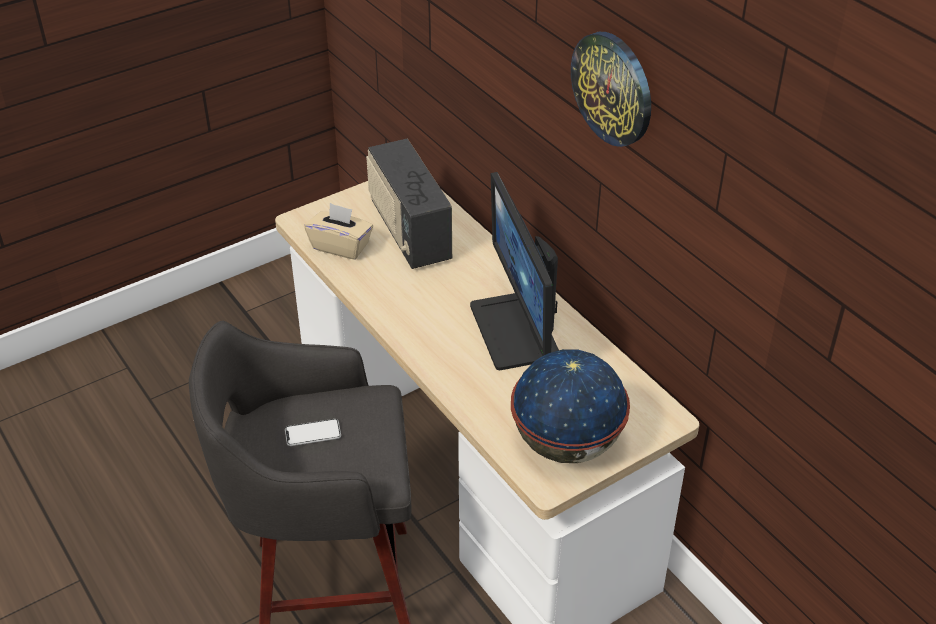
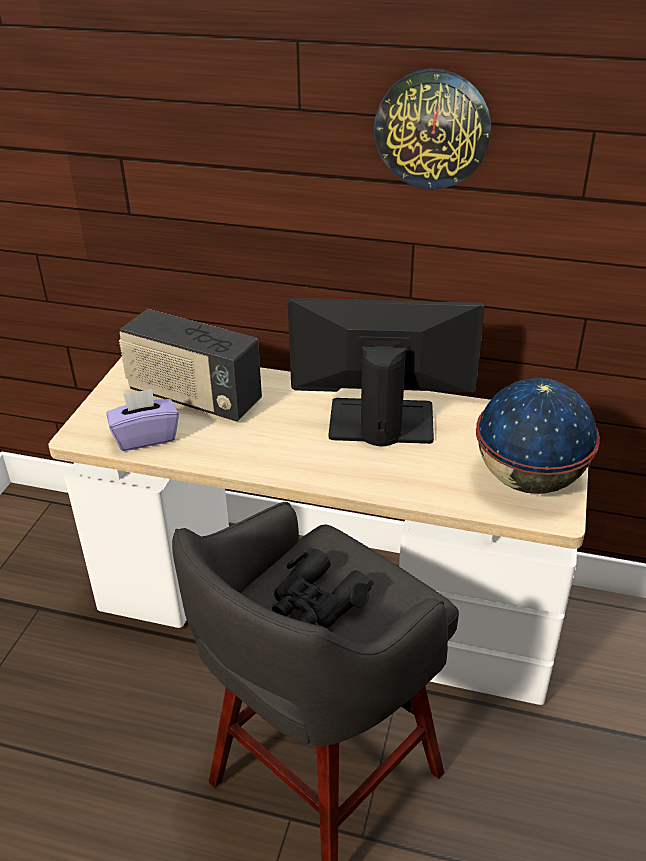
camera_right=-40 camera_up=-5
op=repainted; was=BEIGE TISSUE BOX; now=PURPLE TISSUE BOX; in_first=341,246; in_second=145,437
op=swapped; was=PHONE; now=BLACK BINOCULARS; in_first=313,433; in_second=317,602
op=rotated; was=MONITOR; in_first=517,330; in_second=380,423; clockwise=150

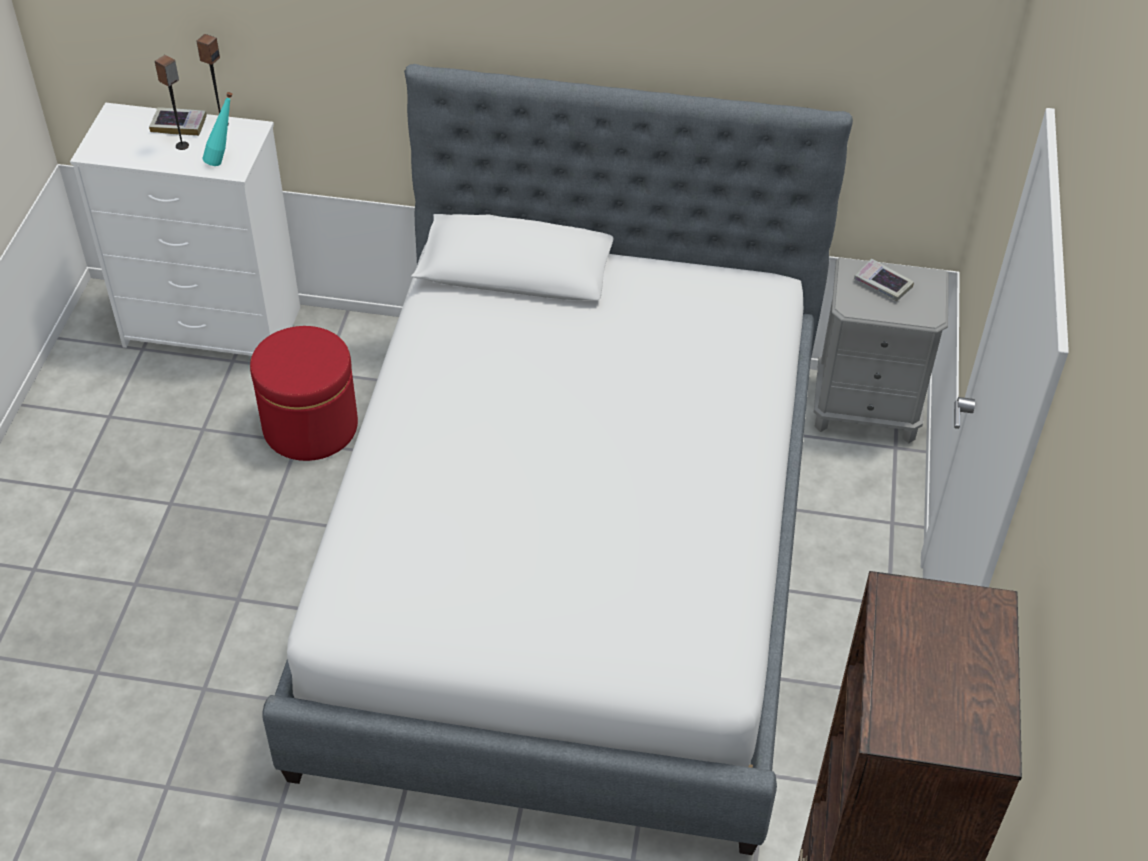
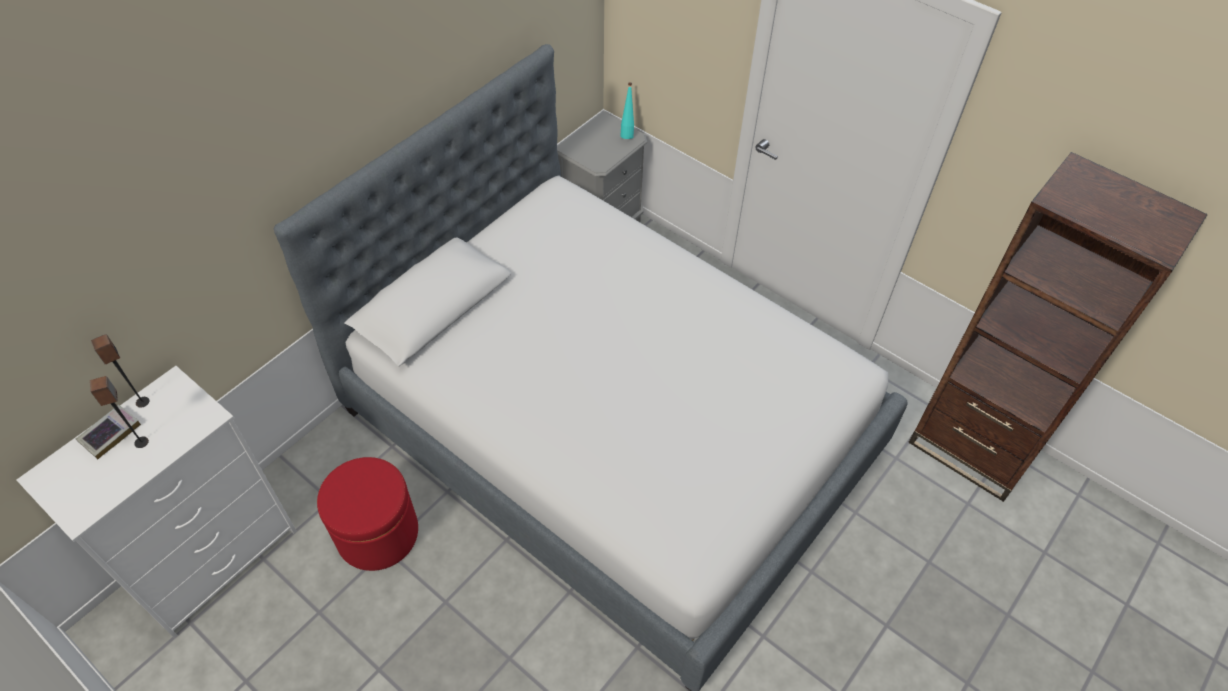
camera_right=-60 camera_up=5
op=shifted; was=TURQUOISE BOTTLE; in_first=223,160; in_second=627,133
op=gone; was=BOOK; in_first=882,284

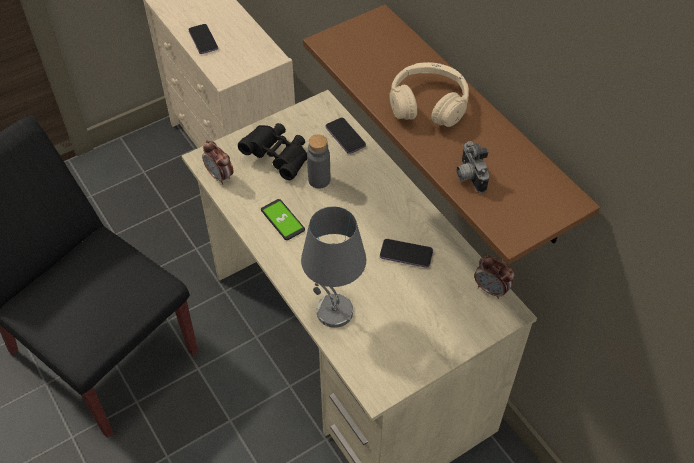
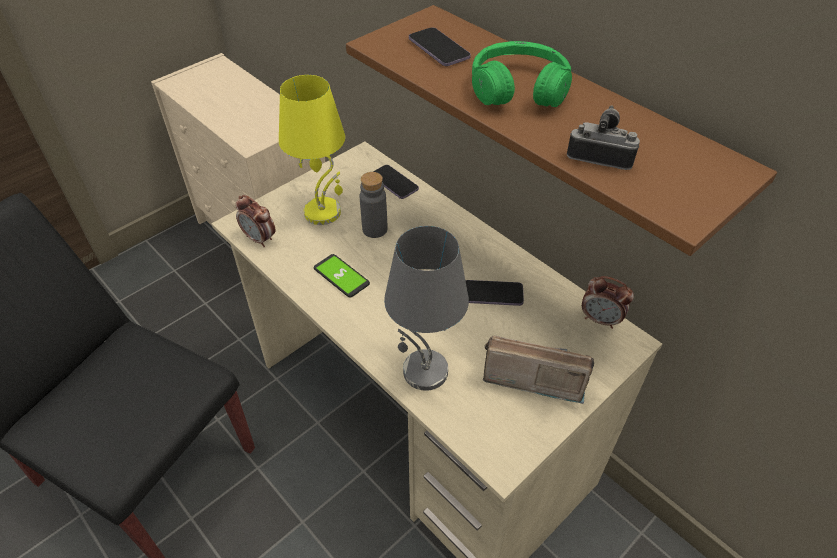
camera_right=-10 camera_up=-5
op=swapped; was=BLACK BINOCULARS; now=YELLOW TABLE LAMP; in_first=278,157; in_second=323,212
op=shifted; was=PHONE; in_first=203,40; in_second=438,49
op=repainted; was=BEIGE HEADPHONES; now=GREEN HEADPHONES; in_first=428,104; in_second=518,89
op=new; now=RADIO; in_second=531,375
op=rotated; was=PHOTO CAMERA; in_first=468,177; in_second=599,157; clockwise=135

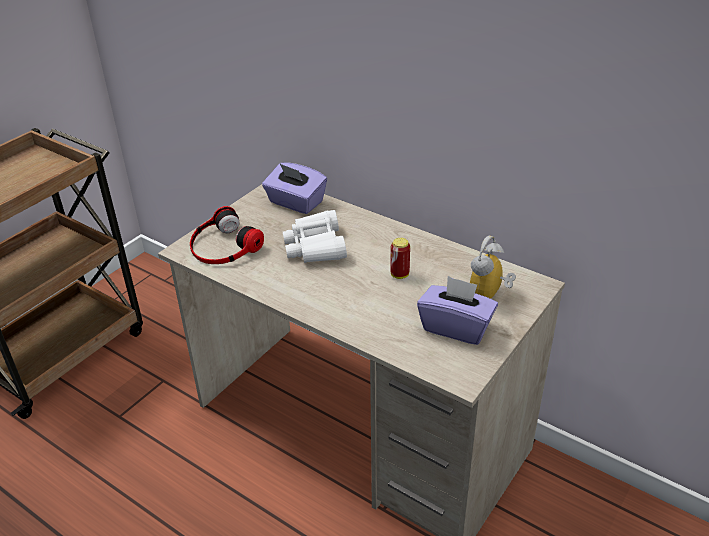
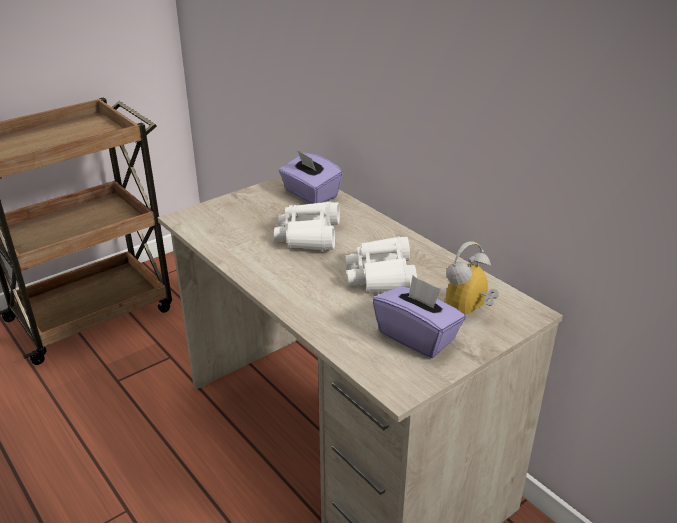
camera_right=15 camera_up=-5
op=swapped; was=CAN; now=WHITE BINOCULARS; in_first=399,275; in_second=381,275
op=gone; was=HEADPHONES; in_first=223,246

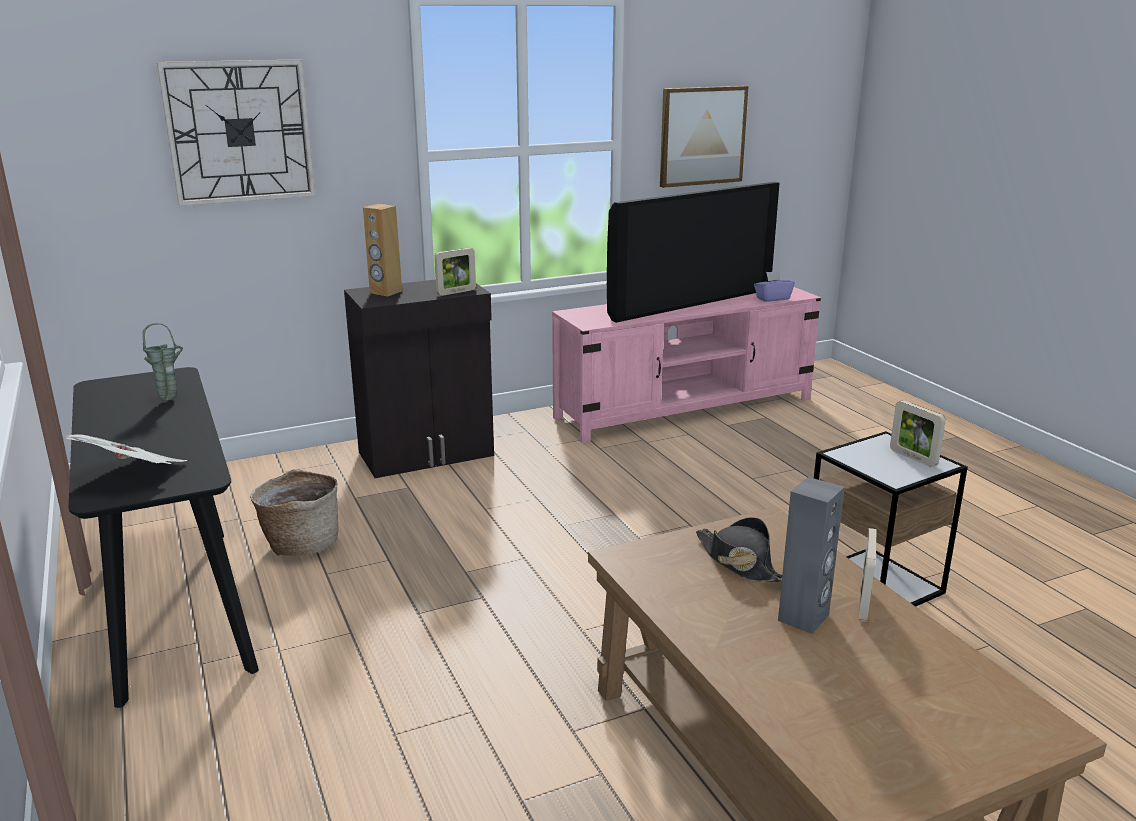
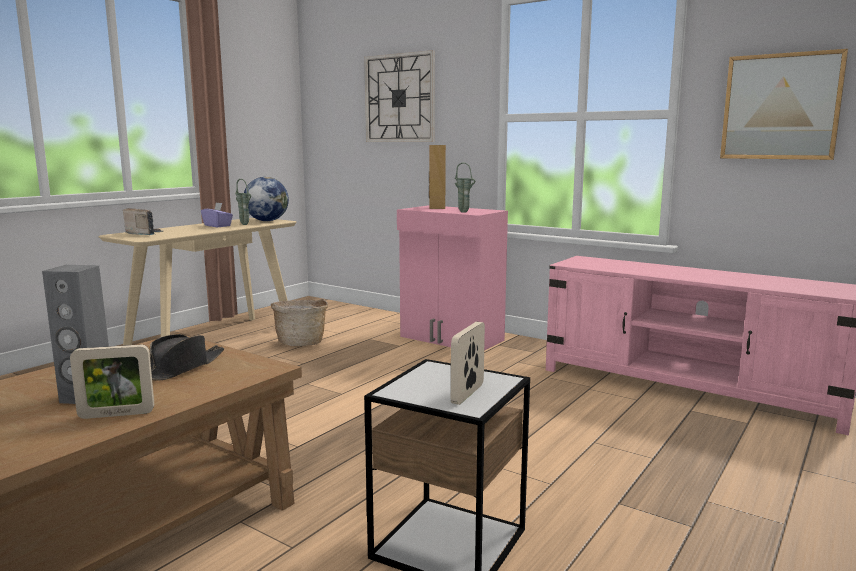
camera_right=60 camera_up=-10
op=repainted; was=BLACK CONSOLE TABLE; now=BEIGE CONSOLE TABLE; in_first=175,609; in_second=213,340
op=swapped; was=NEWSPAPER; now=RADIO; in_first=132,475; in_second=144,233
op=shifted; was=PURPLE TISSUE BOX; in_first=772,298; in_second=218,226
op=new; now=GLOBE; in_second=266,221
op=repainted; was=BLACK CABINET; now=PINK CABINET; in_first=427,454; in_second=451,339
op=swapped; was=PICTURE FRAME; now=GREEN VASE; in_first=456,292; in_second=465,212
op=gone; was=TELEVISION; in_first=690,302

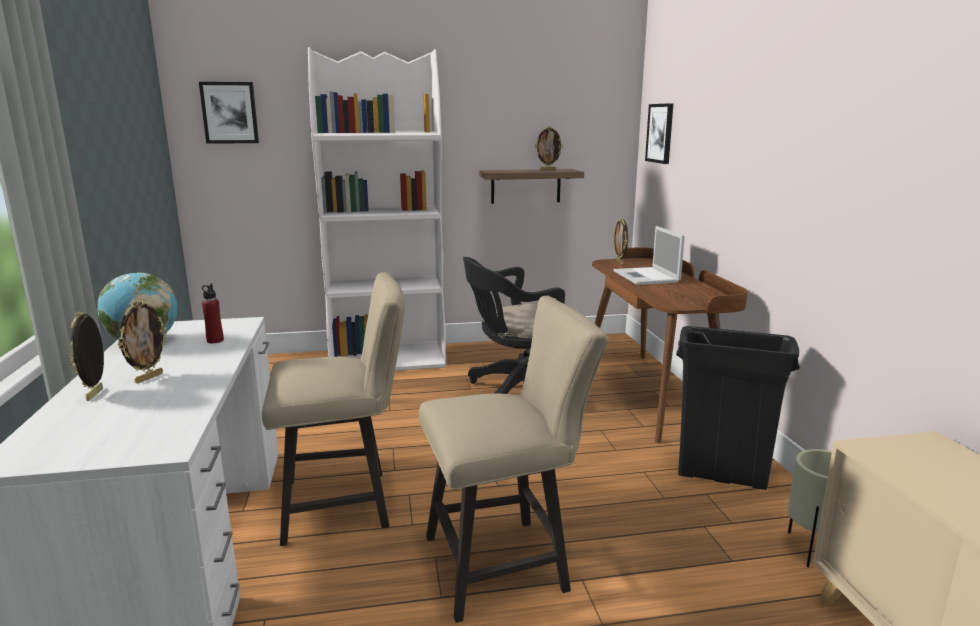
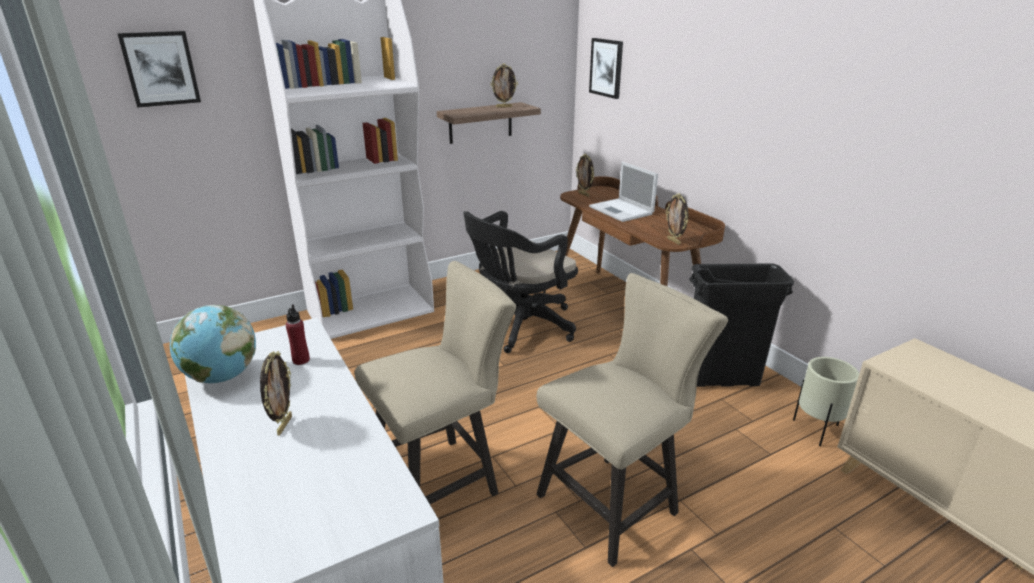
camera_right=-20 camera_up=10
op=shifted; was=PICTURE FRAME; in_first=96,394; in_second=674,241

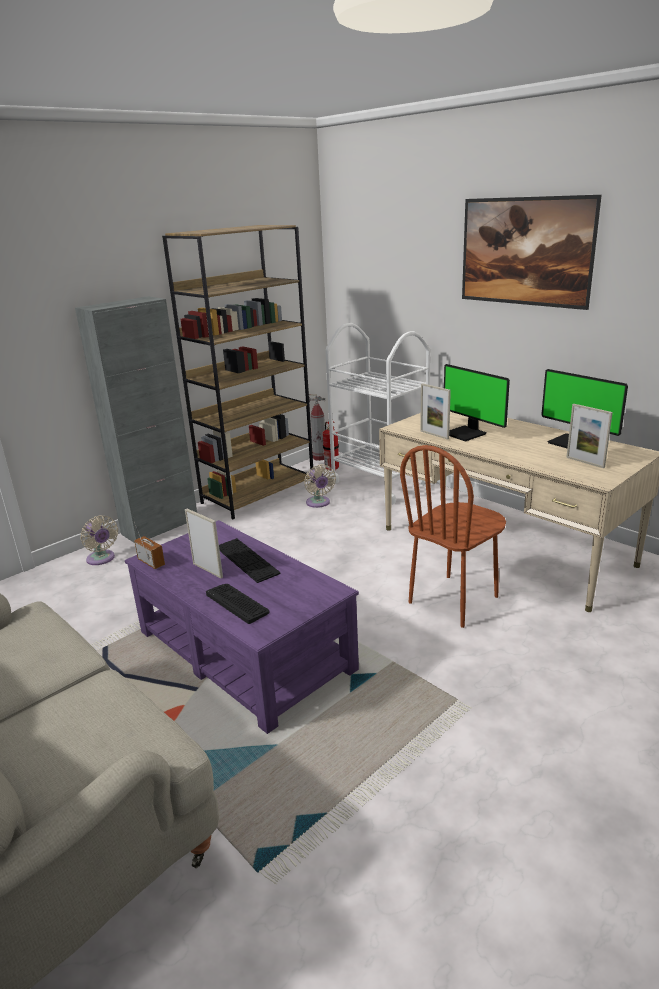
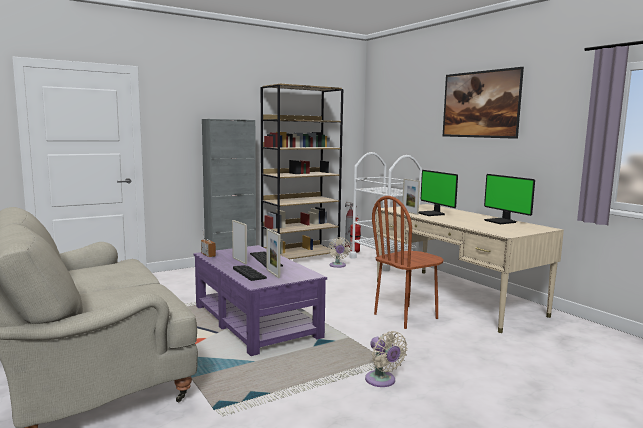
camera_right=10 camera_up=-15
op=shifted; was=PICTURE FRAME; in_first=585,462; in_second=273,273
op=shifted; was=BEIGE FAN; in_first=102,559; in_second=382,381

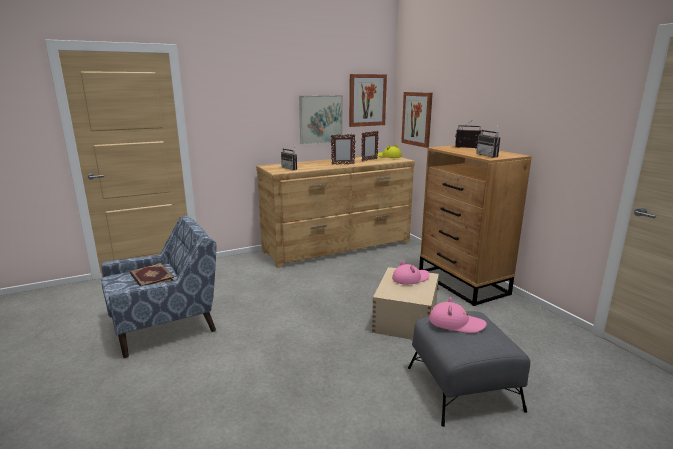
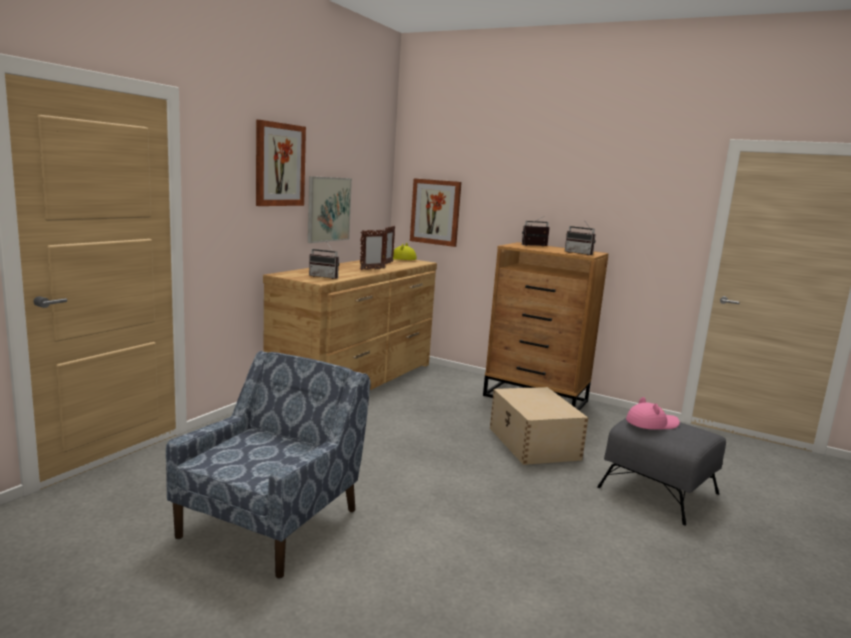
camera_right=-35 camera_up=-5
op=shifted; was=PICTURE; in_first=367,100; in_second=279,165
op=gone; was=BOOK; in_first=151,278
op=gone; was=PINK HAT; in_first=410,278

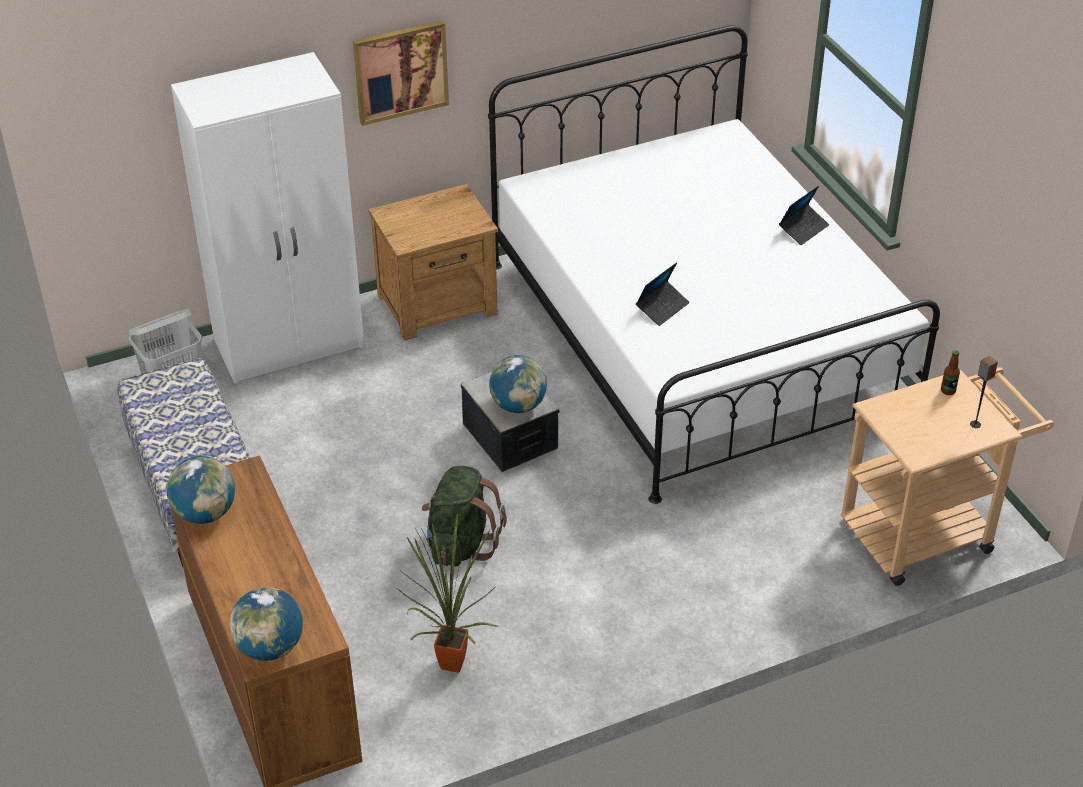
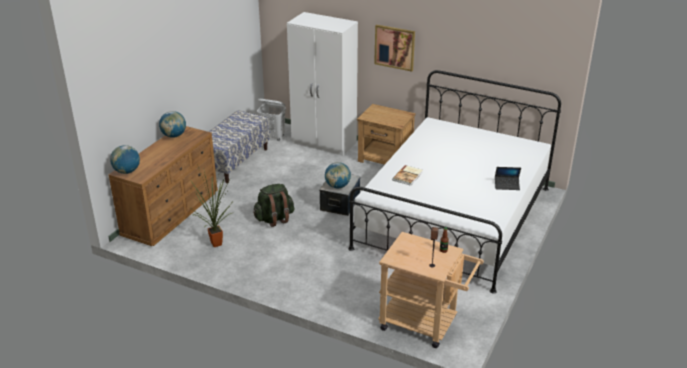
camera_right=50 camera_up=-10
op=swapped; was=LAPTOP; now=BOOK; in_first=662,307; in_second=408,176

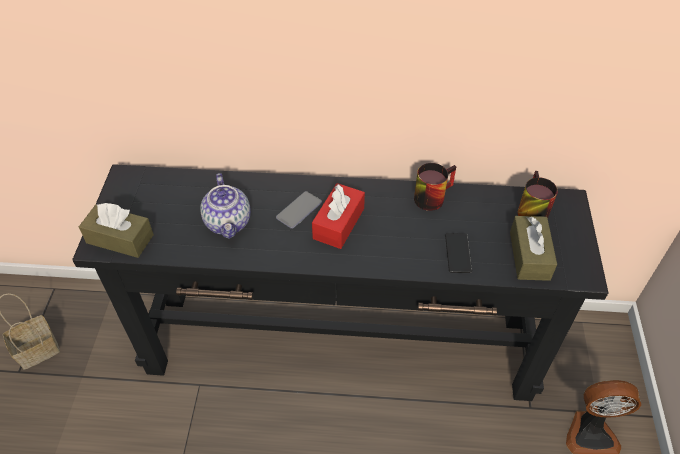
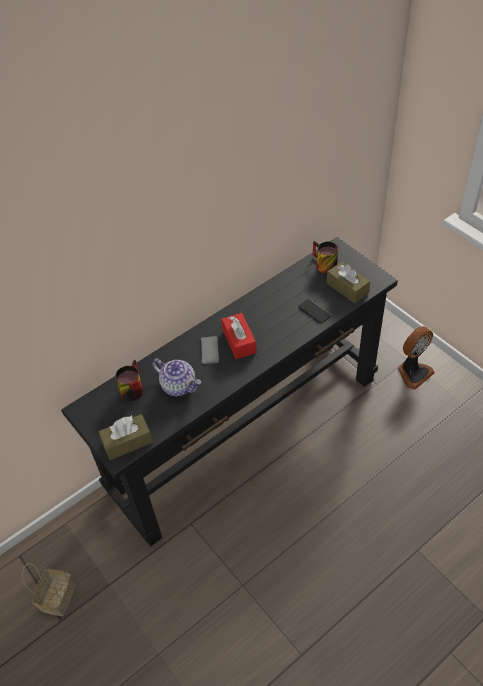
camera_right=-40 camera_up=0
op=shifted; was=MUG; in_first=431,195; in_second=130,388

